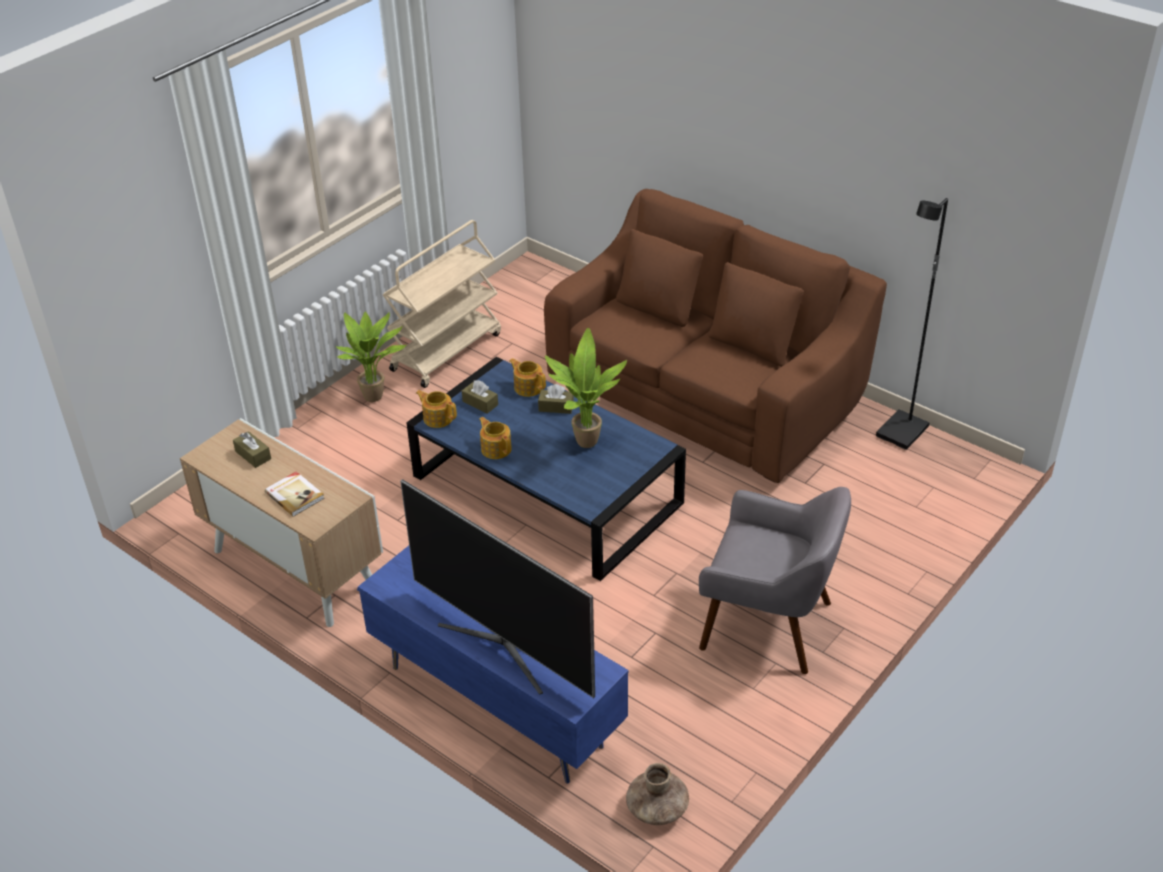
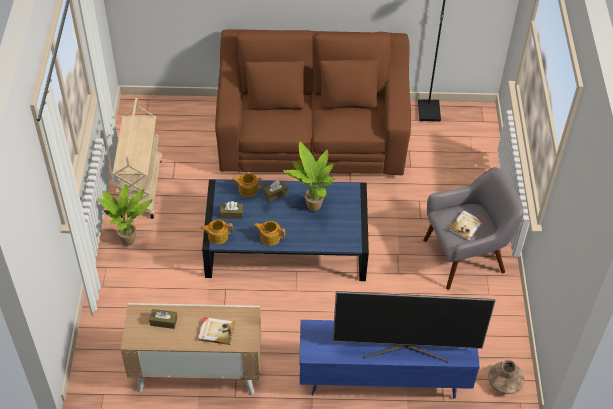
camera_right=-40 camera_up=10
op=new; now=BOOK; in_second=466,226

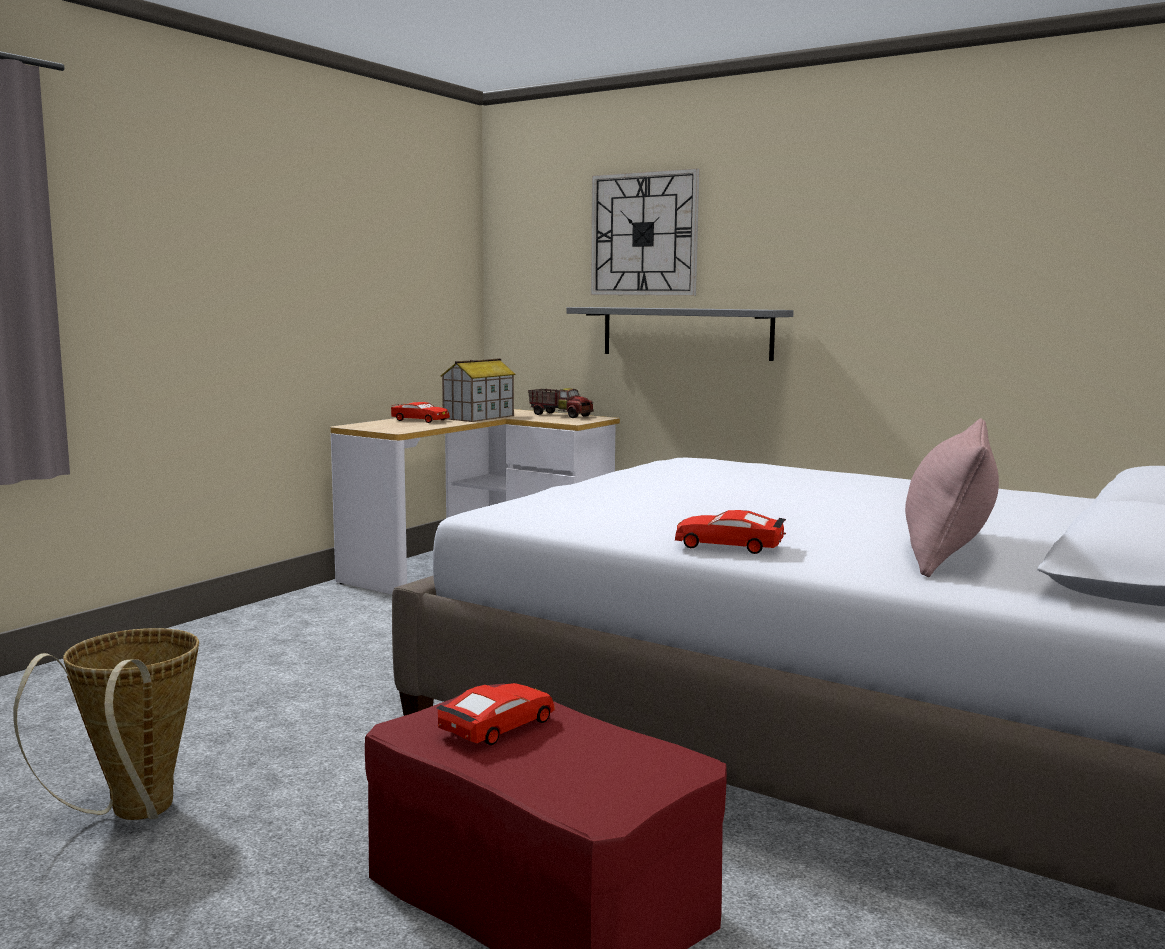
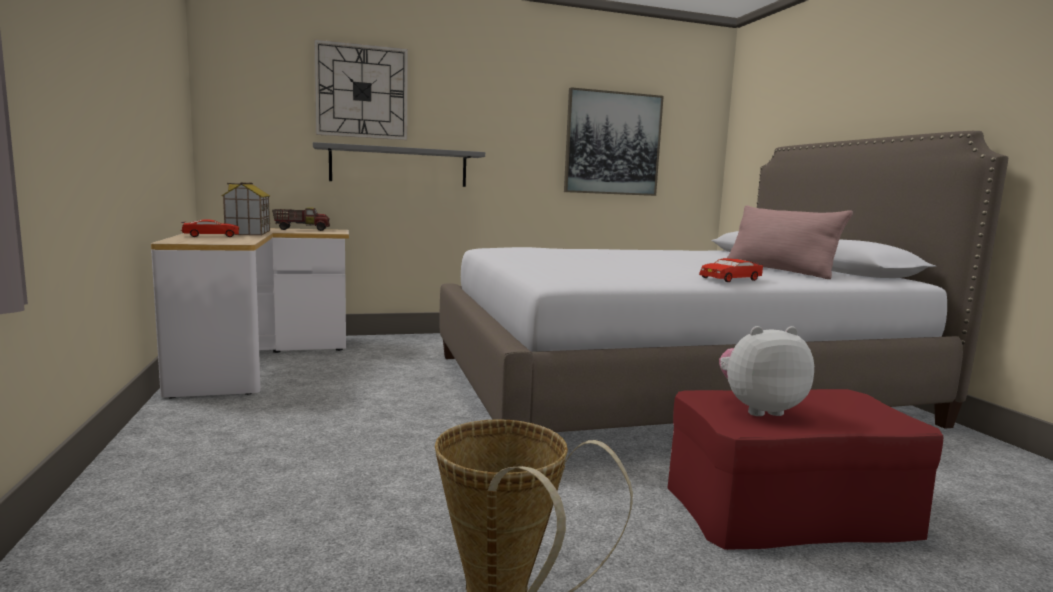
camera_right=-50 camera_up=0
op=new; now=PICTURE; in_second=612,143
op=swapped; was=RED TOY CAR; now=PLUSH TOY; in_first=496,726; in_second=759,409

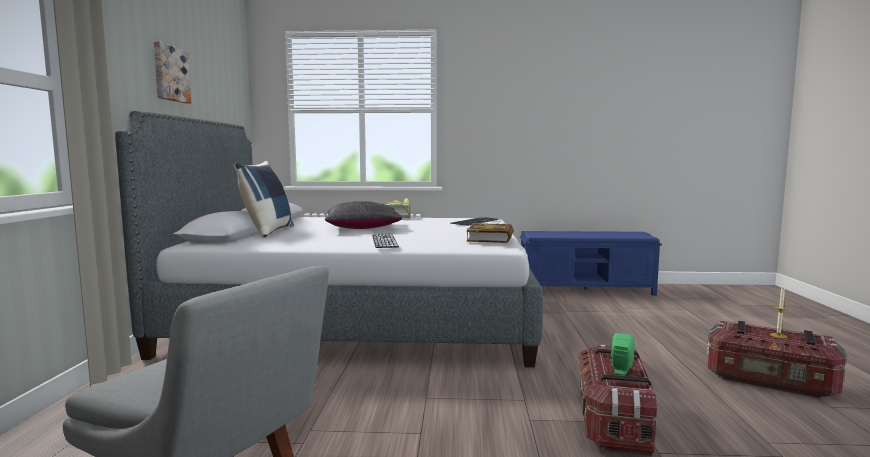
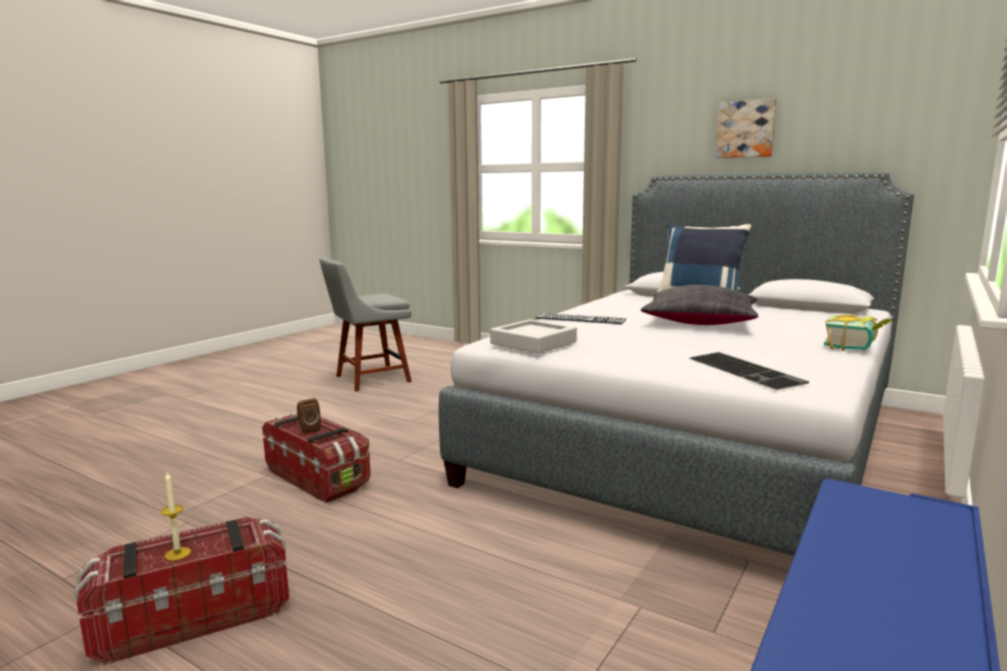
camera_right=120 camera_up=5
op=repainted; was=GREEN SPEAKER; now=BROWN SPEAKER; in_first=620,371; in_second=308,429
op=swapped; was=BOOK; now=GREY TRAY; in_first=491,238; in_second=533,343

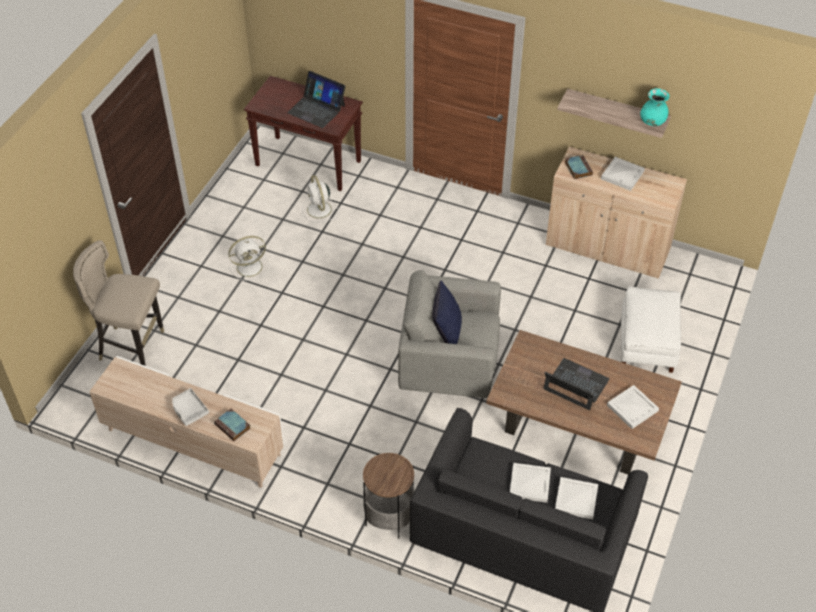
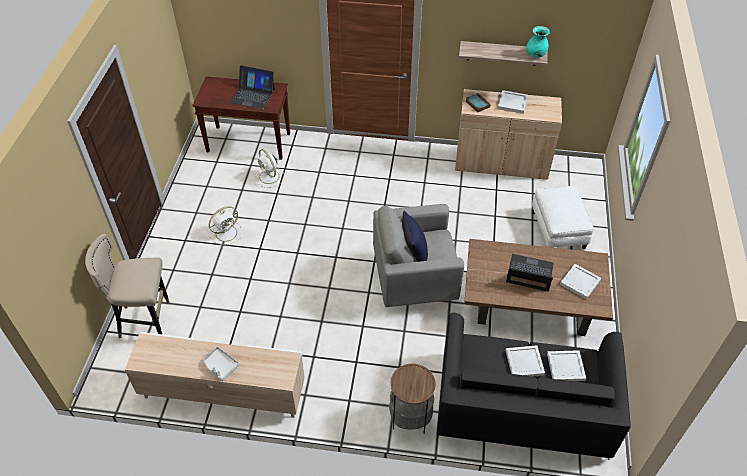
camera_right=-15 camera_up=0
op=gone; was=BOOK; in_first=233,426

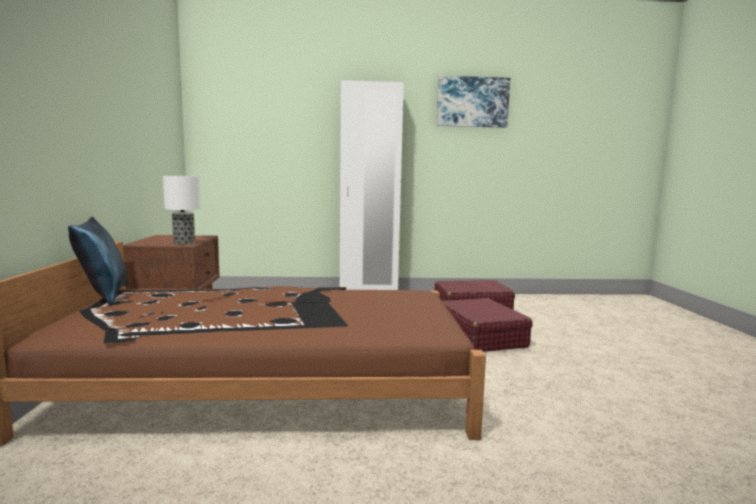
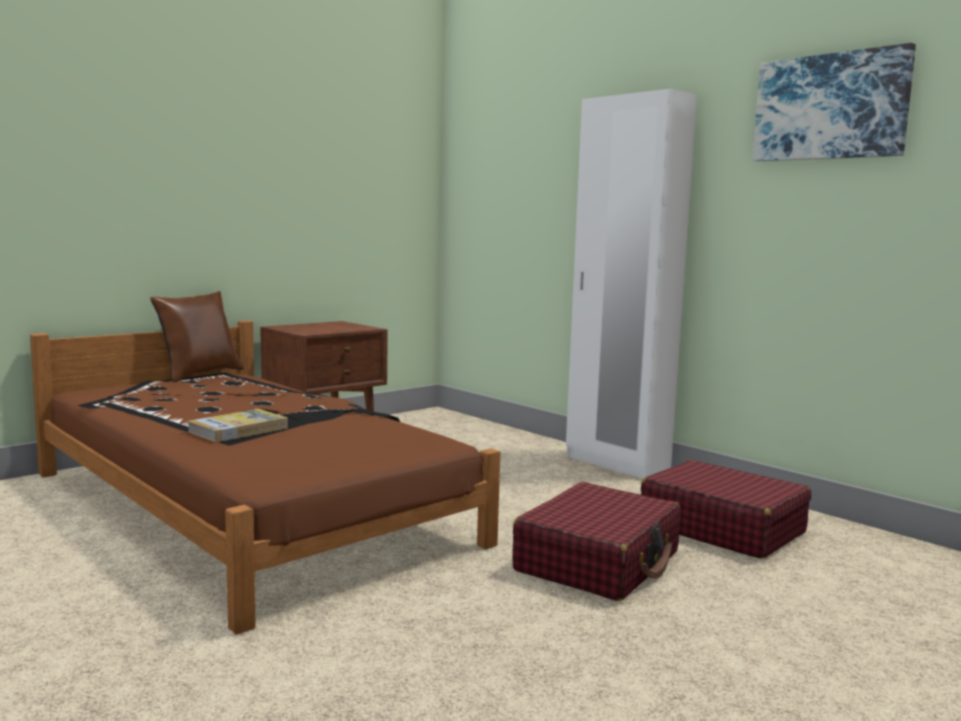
camera_right=50 camera_up=0
op=repainted; was=BLUE PILLOW; now=BROWN PILLOW; in_first=104,296; in_second=200,375
op=new; now=BOOK; in_second=238,430
op=gone; was=TABLE LAMP; in_first=184,243

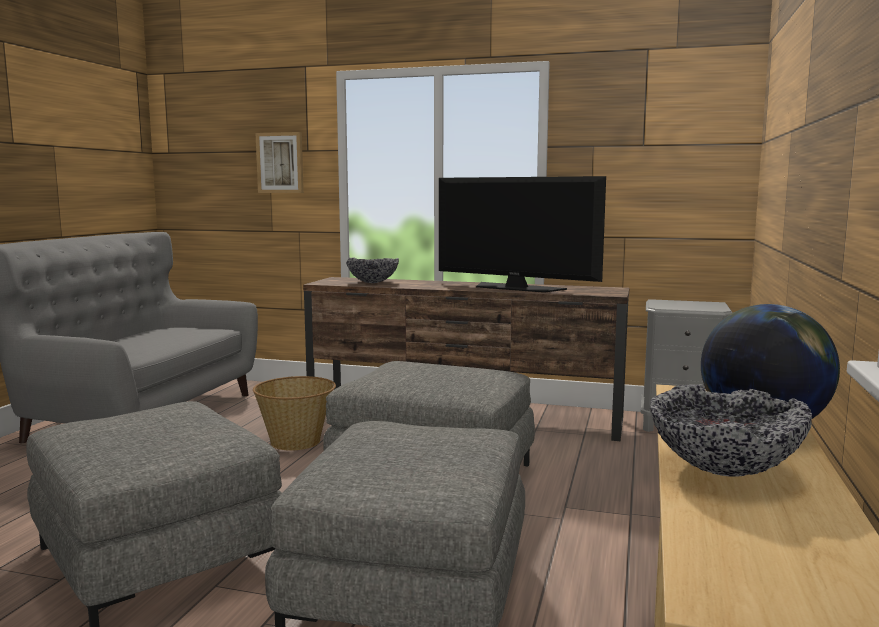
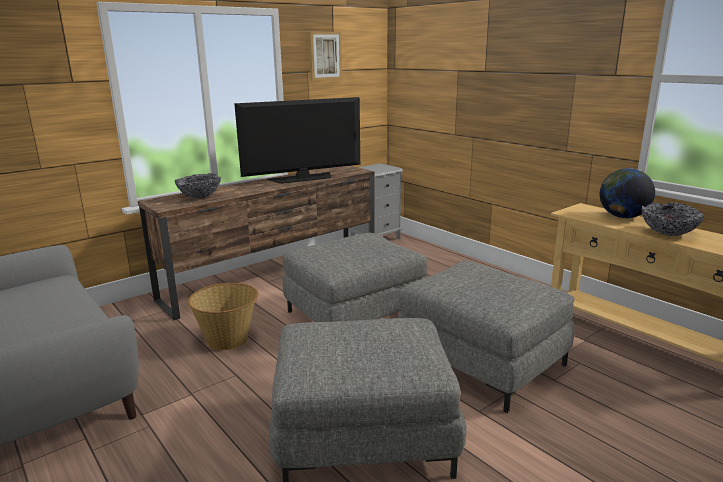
camera_right=-55 camera_up=10
op=shifted; was=PICTURE; in_first=280,163; in_second=324,56

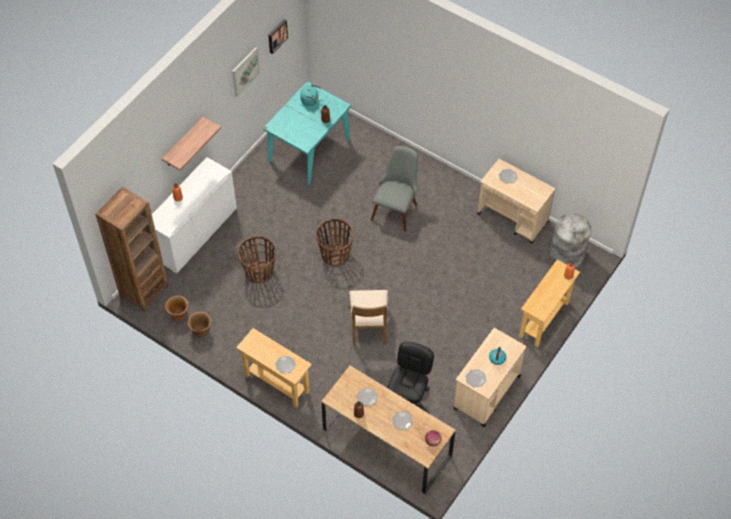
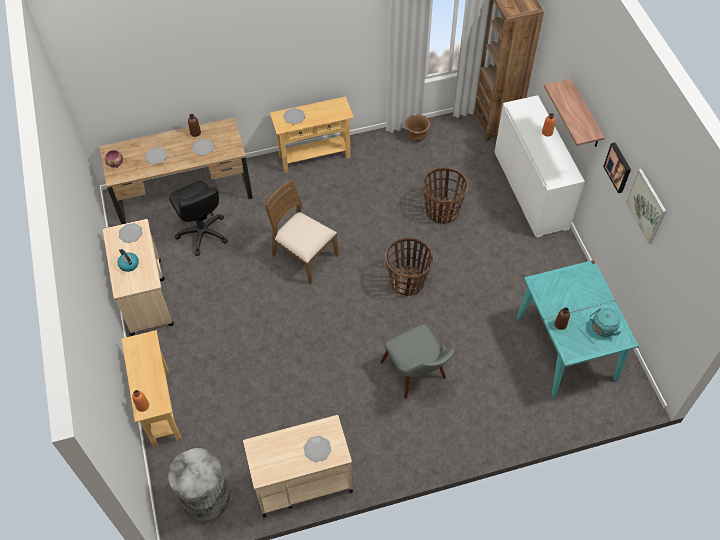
camera_right=130 camera_up=0
op=shifted; was=PICTURE; in_first=277,35; in_second=618,167
op=gone; was=BROWN PLANTER; in_first=179,315

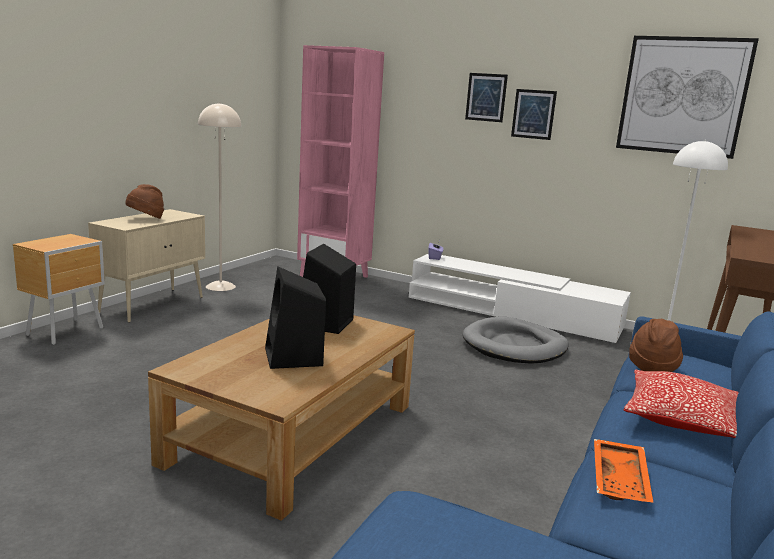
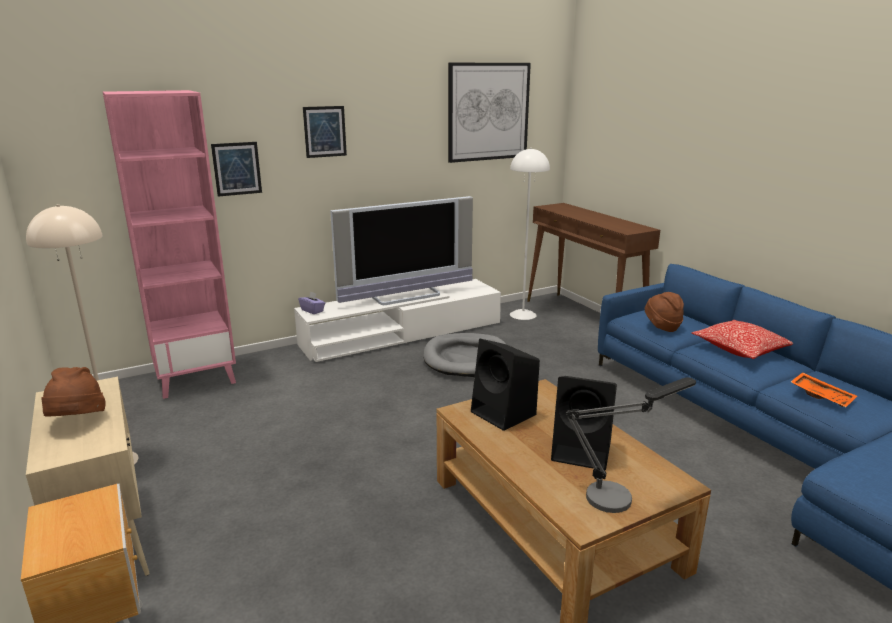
camera_right=-55 camera_up=5
op=shifted; was=PICTURE; in_first=533,114; in_second=237,168
op=new; now=TELEVISION; in_second=407,296
op=new; now=TABLE LAMP; in_second=620,495

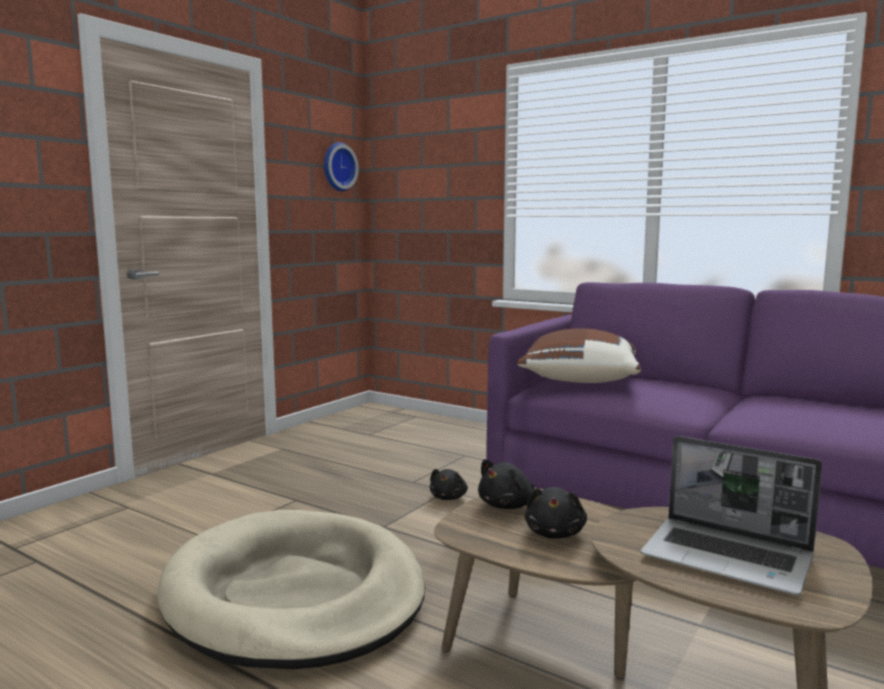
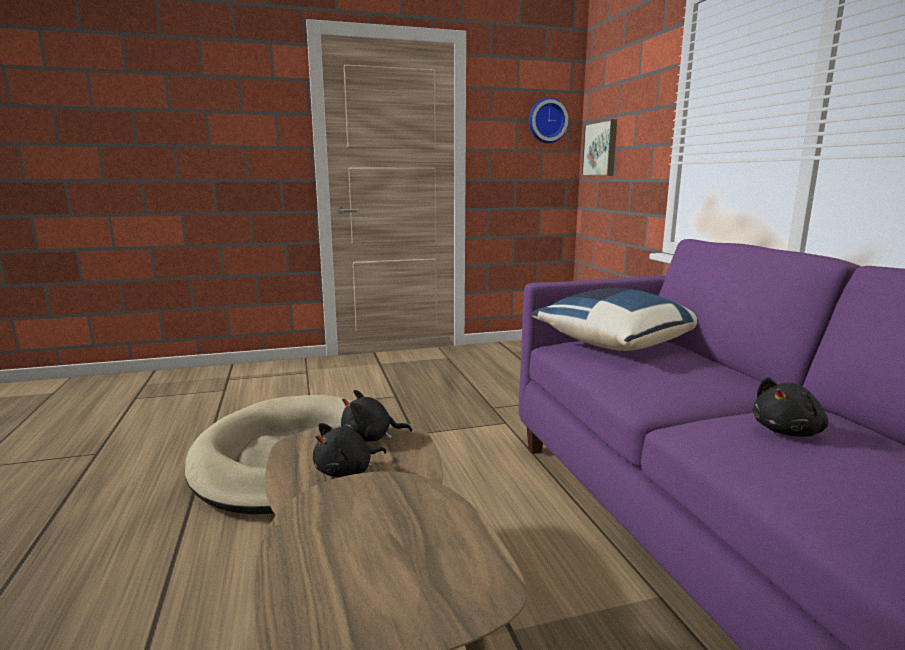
camera_right=40 camera_up=5
op=repainted; was=BROWN PILLOW; now=BLUE PILLOW; in_first=578,380; in_second=616,344
op=new; now=PICTURE; in_second=601,149
op=shifted; was=BLACK PLUSH TOY; in_first=449,497; in_second=788,431
op=gone; was=LAPTOP; in_first=729,558

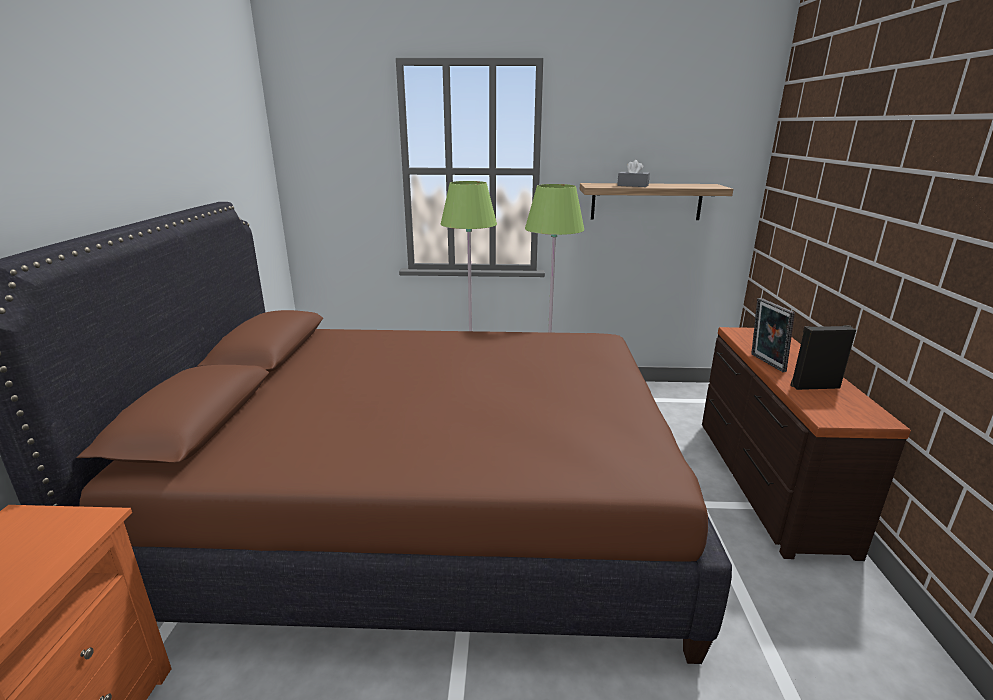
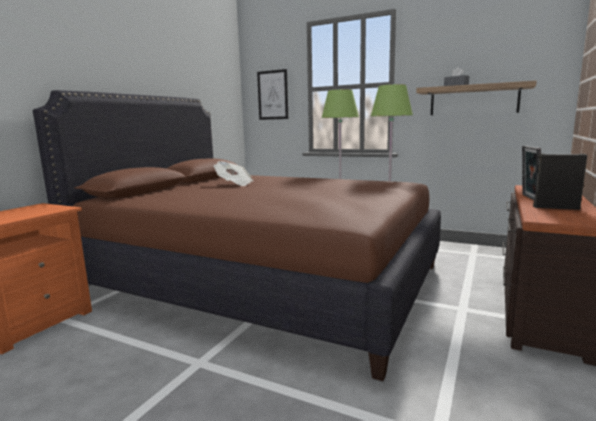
camera_right=25 camera_up=-10
op=new; now=NEWSPAPER; in_second=234,184
op=new; now=PICTURE; in_second=273,95

